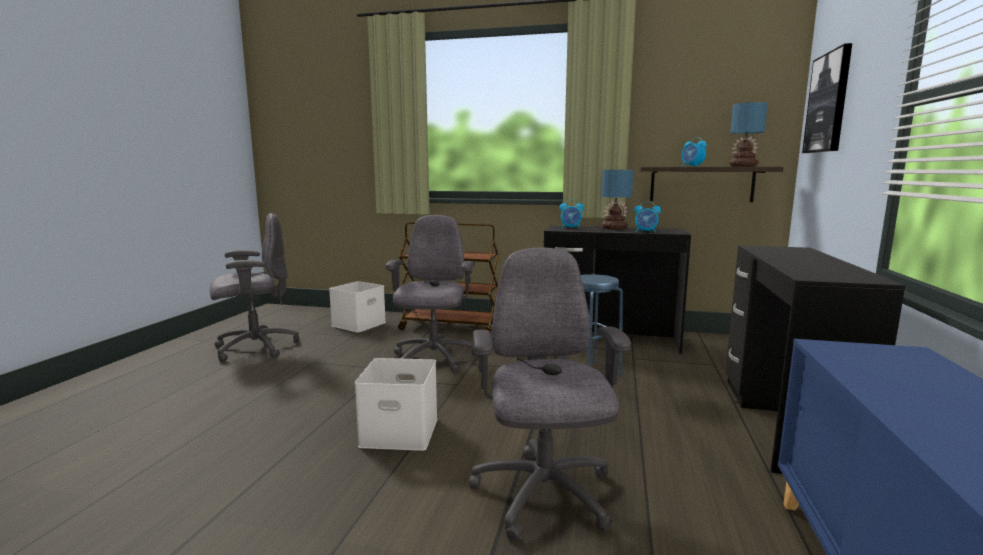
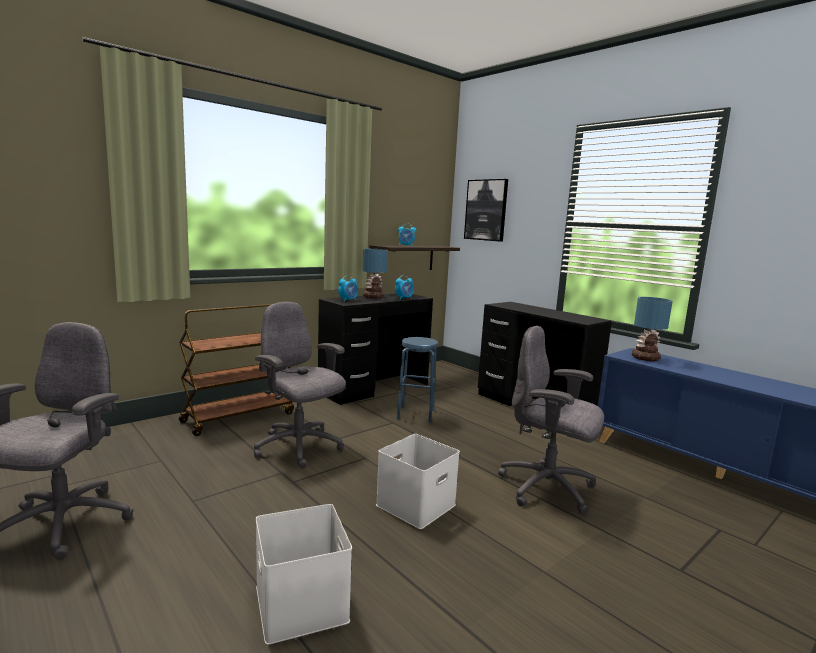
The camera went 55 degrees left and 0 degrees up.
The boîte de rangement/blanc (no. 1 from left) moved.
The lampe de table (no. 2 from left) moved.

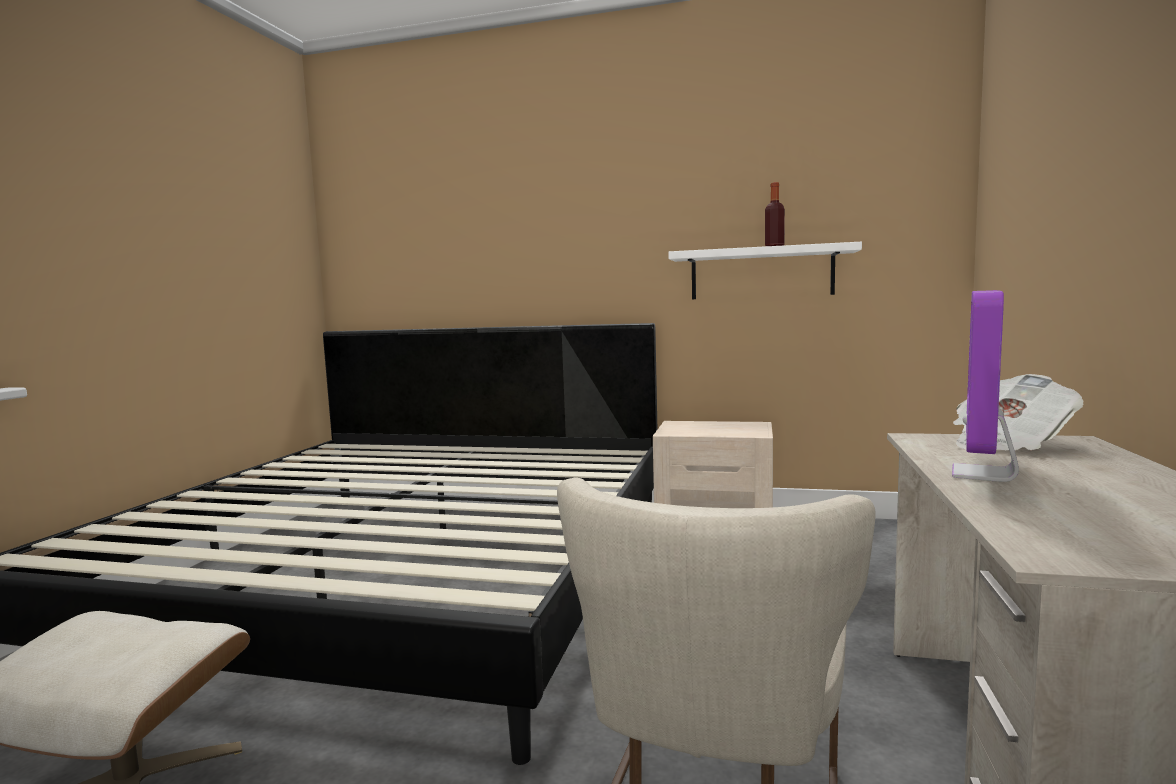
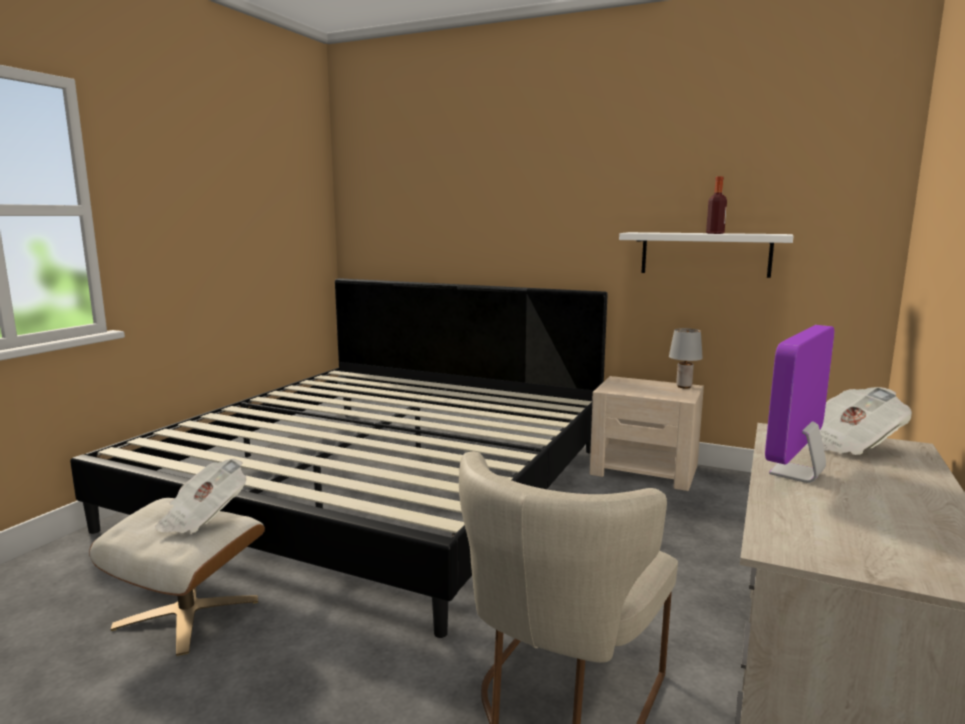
The camera went 10 degrees right and 5 degrees up.
The journal (no. 1 from left) appeared.
The lampe de table/gris appeared.

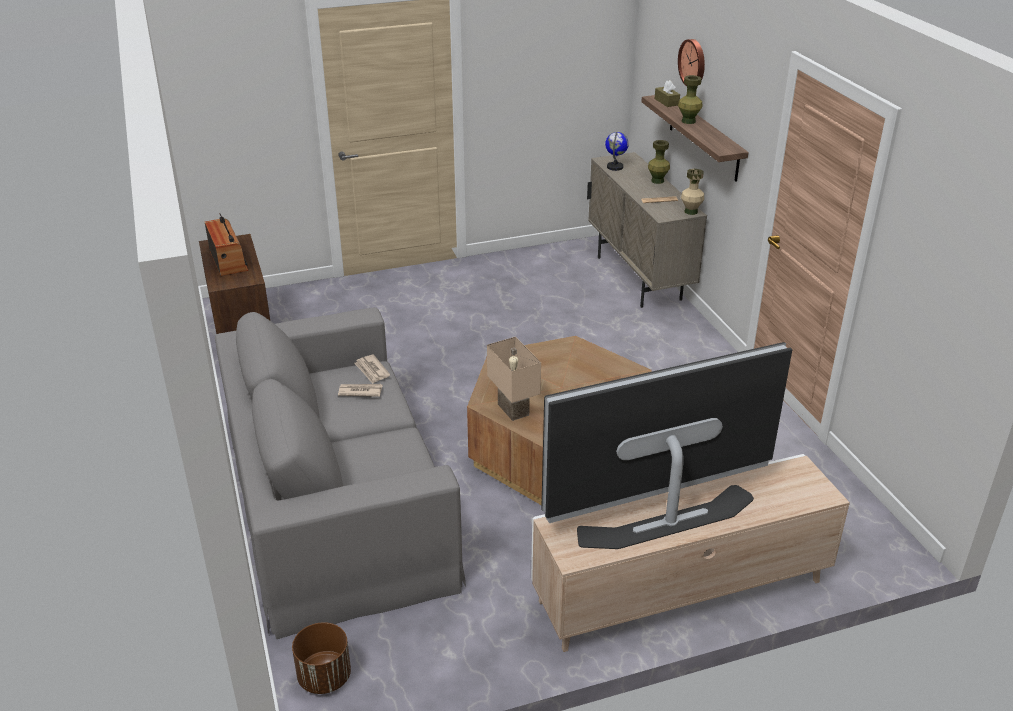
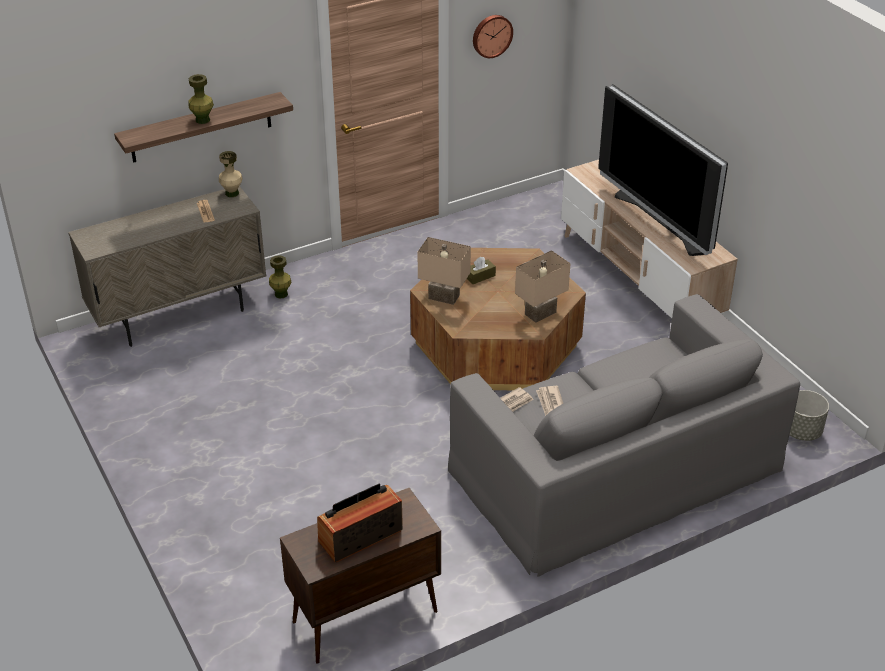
The camera went 100 degrees left and 5 degrees up.
The globe disappeared.
The lampe de table/beige (no. 1 from left) appeared.
The vase/vert (no. 1 from left in the first image) moved.
The boîte à mouchoirs/marron moved.
The horloge murale moved.
The cache-pot/marron became the cache-pot/gris.

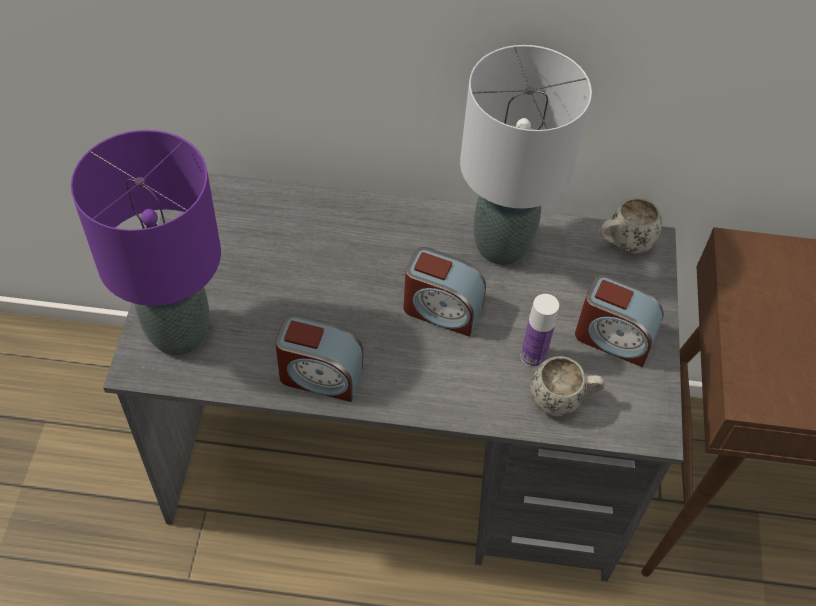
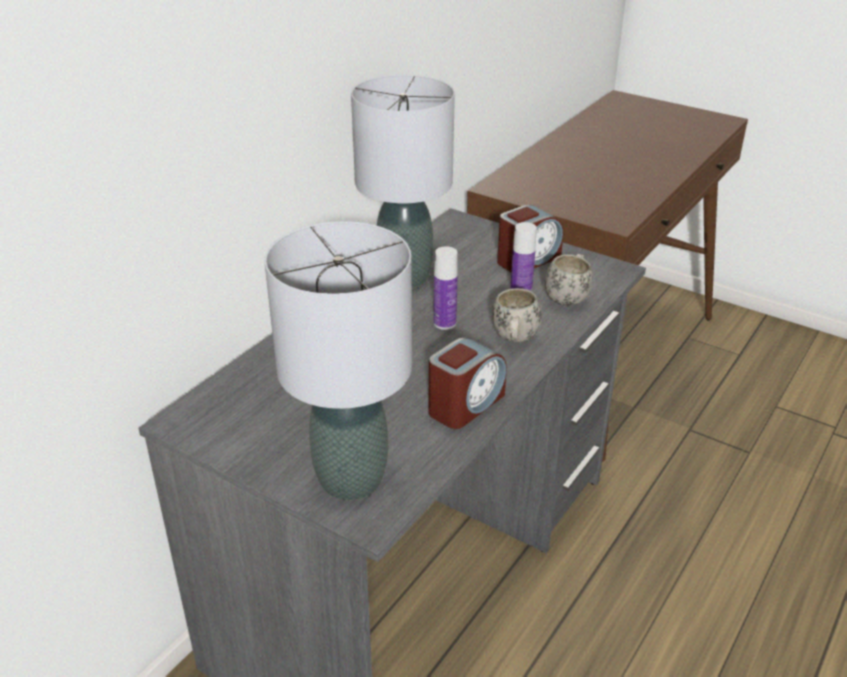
The camera went 60 degrees left and 20 degrees down.
The mug/blanc (no. 2 from left in the first image) moved.
The réveil (no. 2 from left) was replaced by the bouteille (no. 1 from left).
The lampe de table/violet became the lampe de table/gris (no. 1 from left).

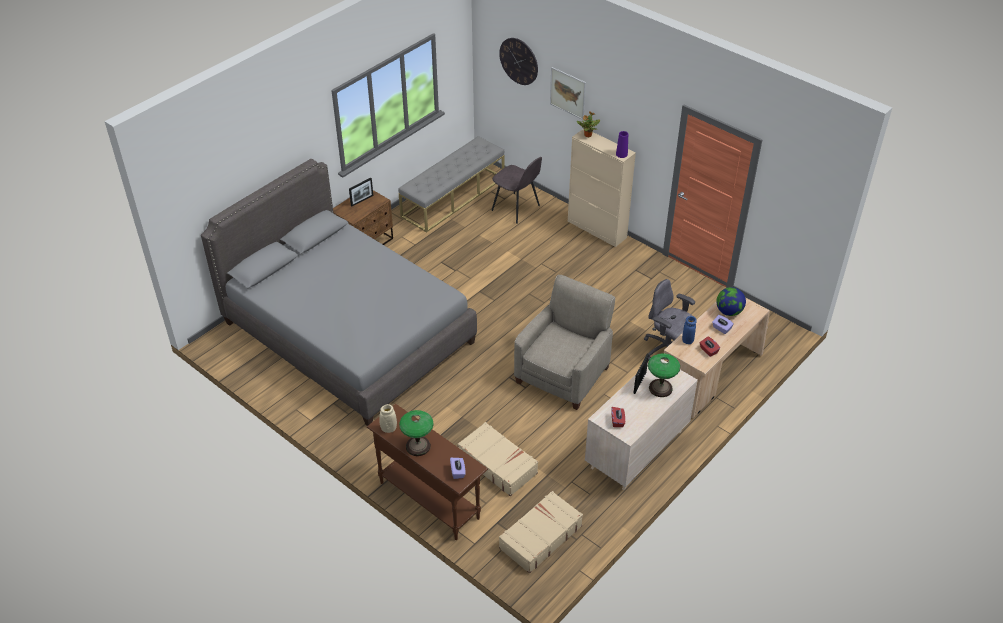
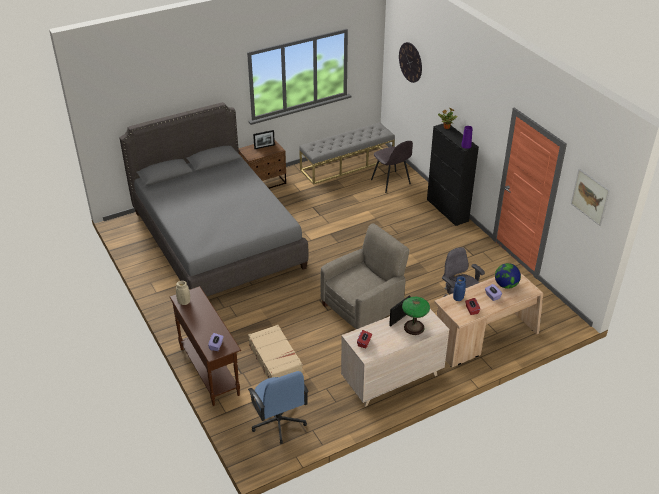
The camera went 20 degrees right and 5 degrees down.
The lampe de table (no. 1 from left) disappeared.
The tableau moved.
The valise/beige (no. 2 from left) was replaced by the chaise de bureau/bleu.
The meuble de rangement/beige became the meuble de rangement/noir.

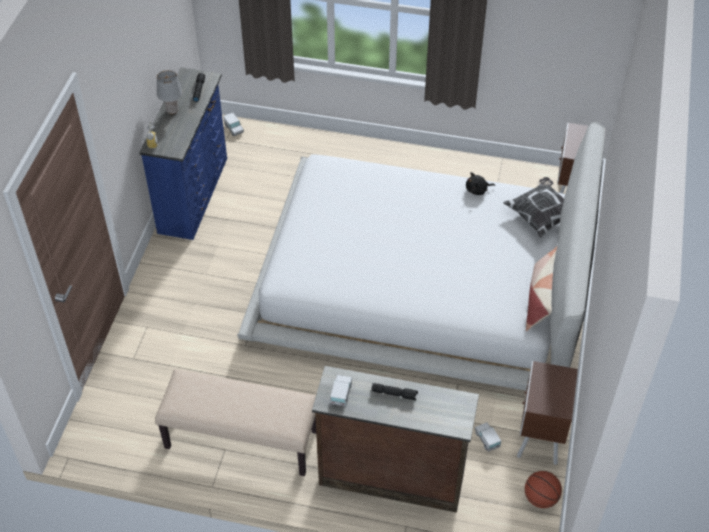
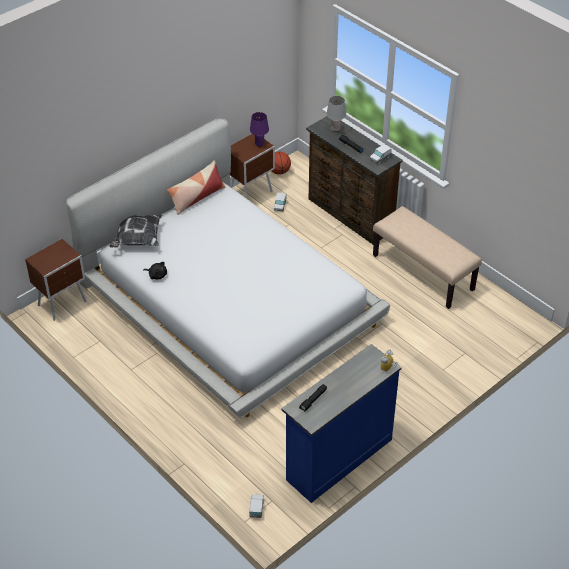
The camera went 145 degrees left and 5 degrees down.
The lampe de table/violet appeared.
The lampe de table/gris moved.

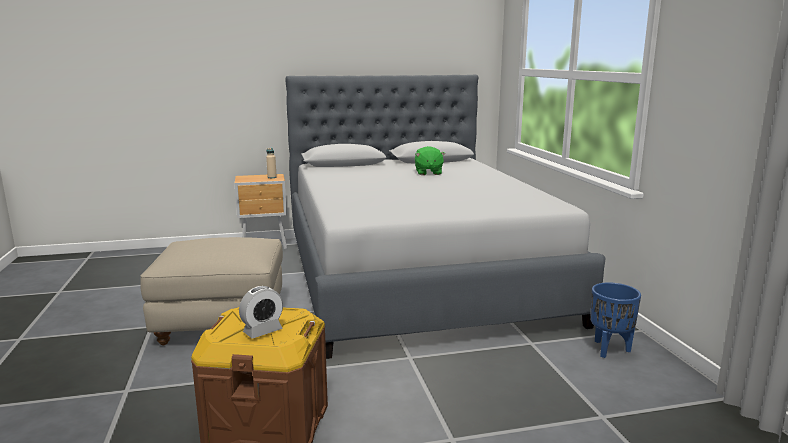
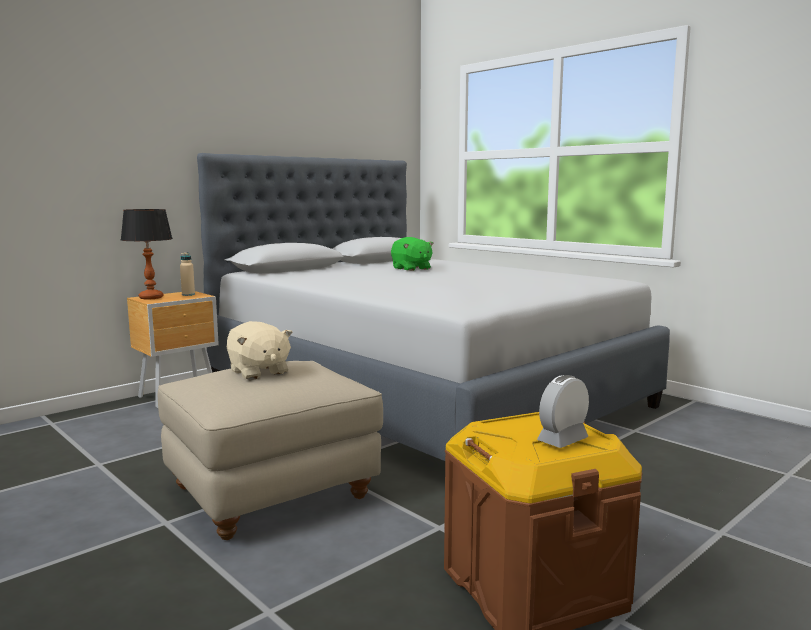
The camera went 30 degrees left and 5 degrees down.
The cache-pot/bleu disappeared.
The lampe de table appeared.
The peluche/beige appeared.
The réveil turned 150 degrees counterclockwise.

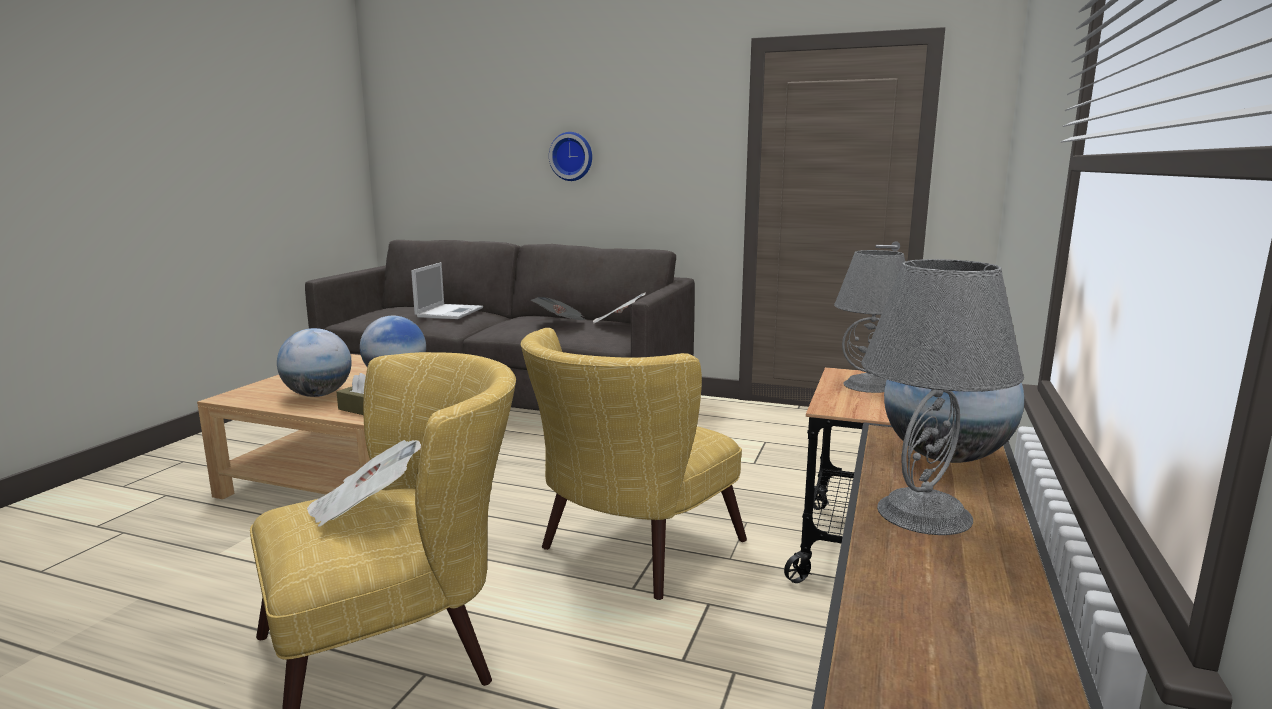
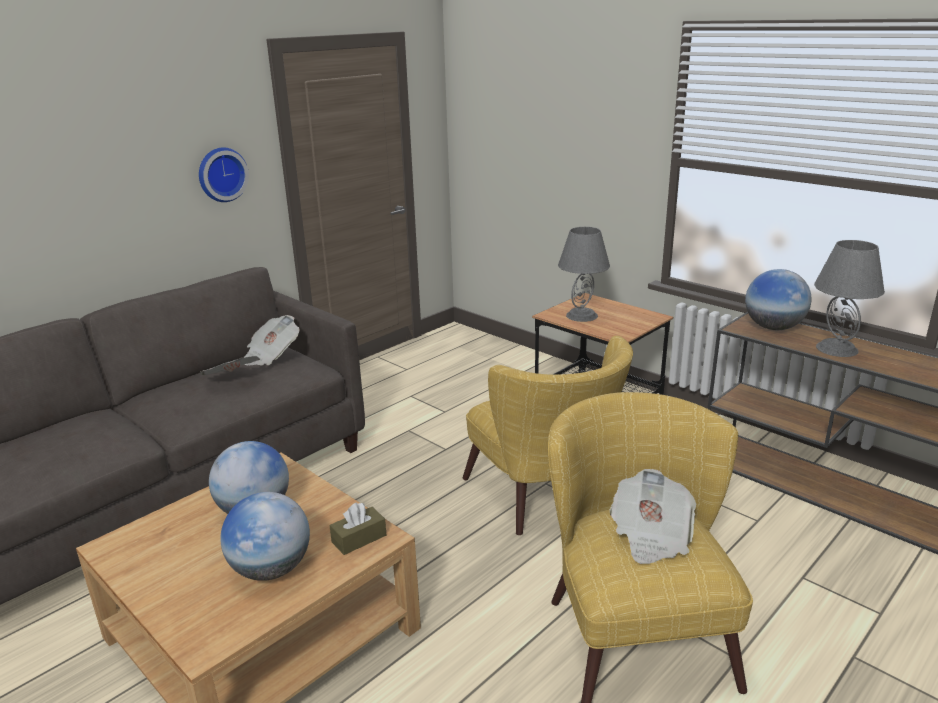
The camera went 65 degrees left and 10 degrees up.
The ordinateur portable disappeared.
The horloge murale moved.

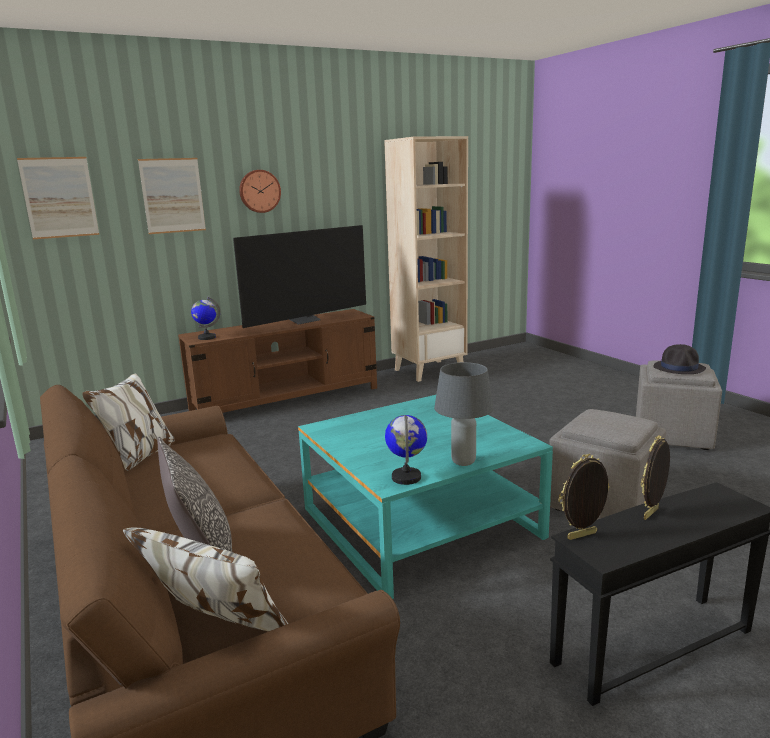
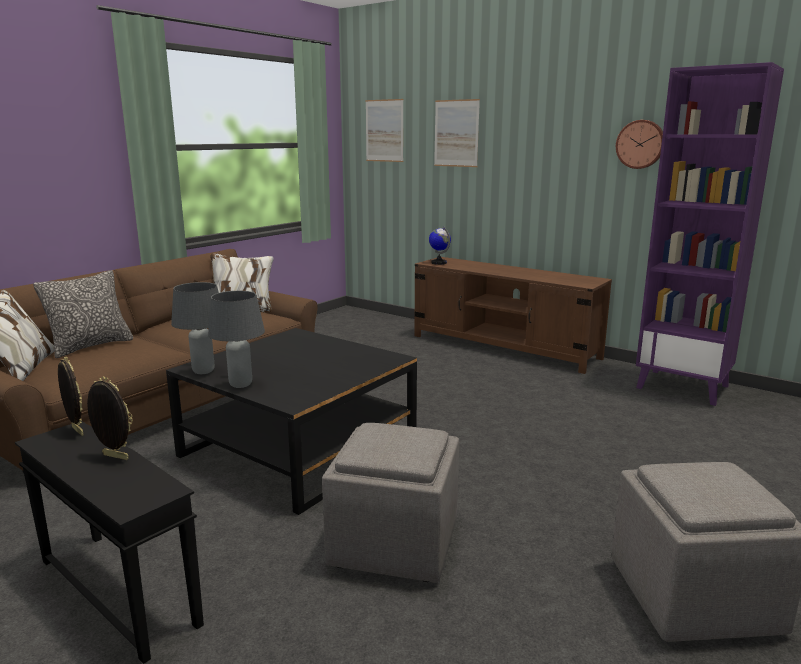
The camera went 65 degrees right and 0 degrees up.
The téléviseur disappeared.
The chapeau/noir disappeared.
The horloge murale moved.
The globe (no. 2 from left) was replaced by the lampe de table/gris (no. 1 from left).
The table basse/turquoise became the table basse/noir.
The bibliothèque/beige became the bibliothèque/violet.

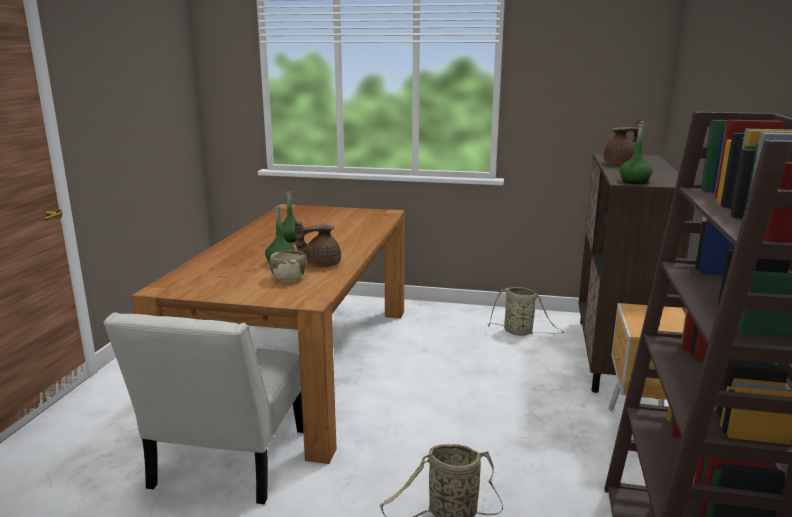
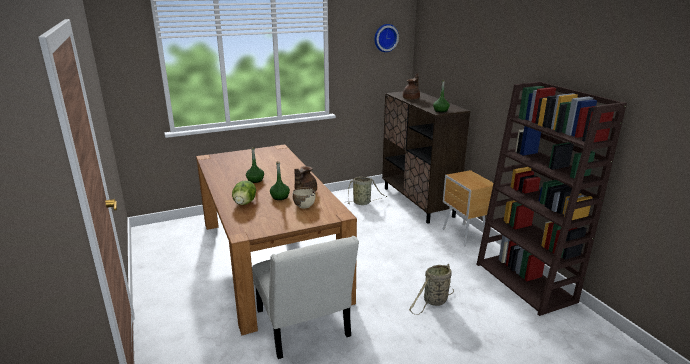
The camera went 35 degrees left and 5 degrees up.
The laitue appeared.
The horloge murale appeared.

